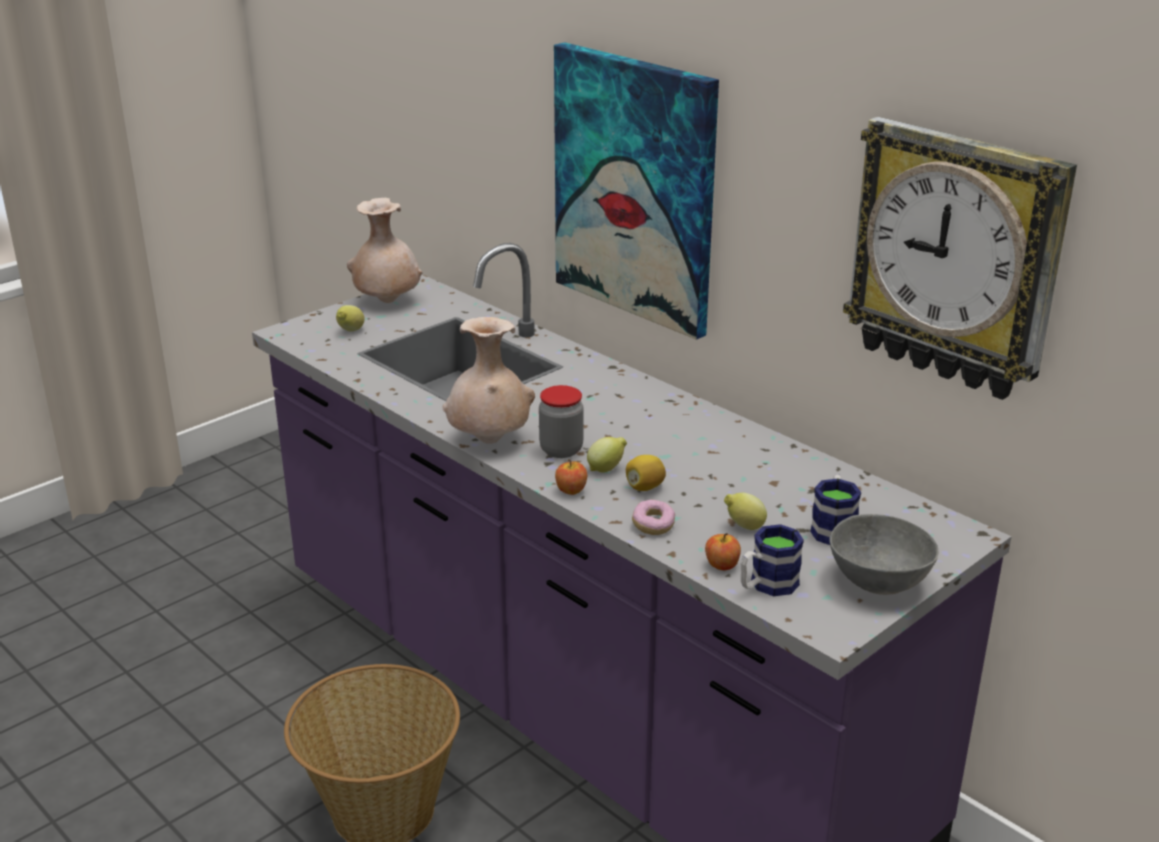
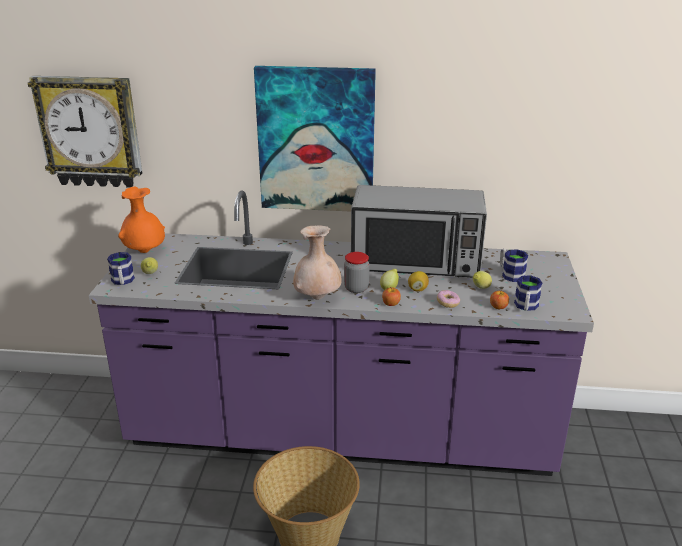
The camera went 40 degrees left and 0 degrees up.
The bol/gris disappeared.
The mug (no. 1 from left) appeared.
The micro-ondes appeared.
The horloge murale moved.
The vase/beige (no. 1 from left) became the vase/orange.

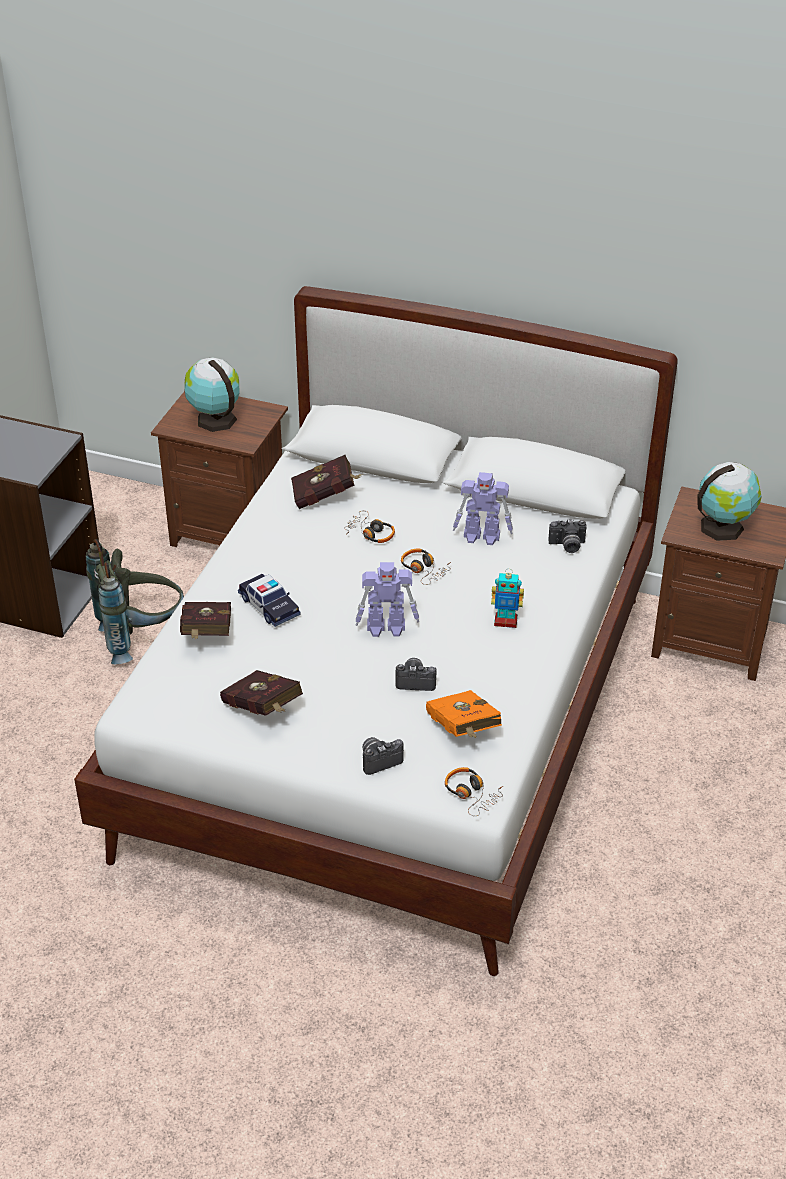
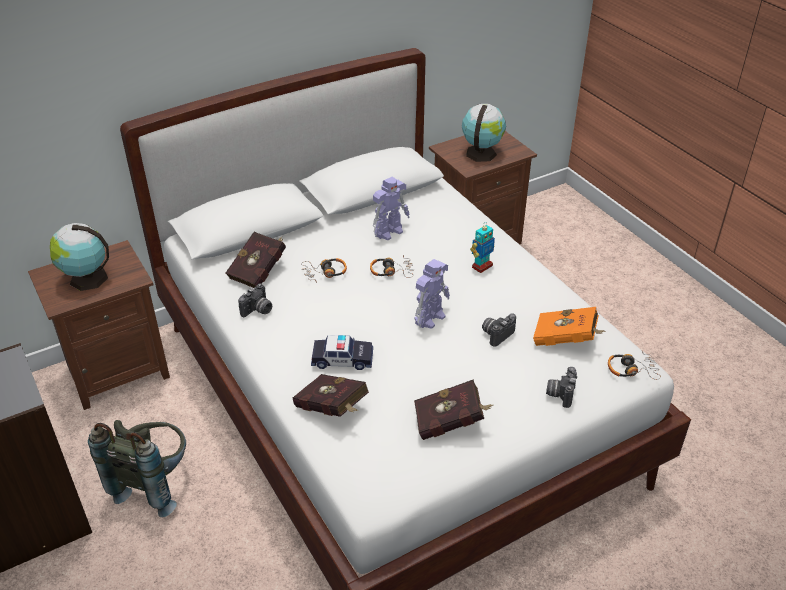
The camera went 50 degrees left and 0 degrees up.
The appareil photo (no. 3 from left in the first image) moved.

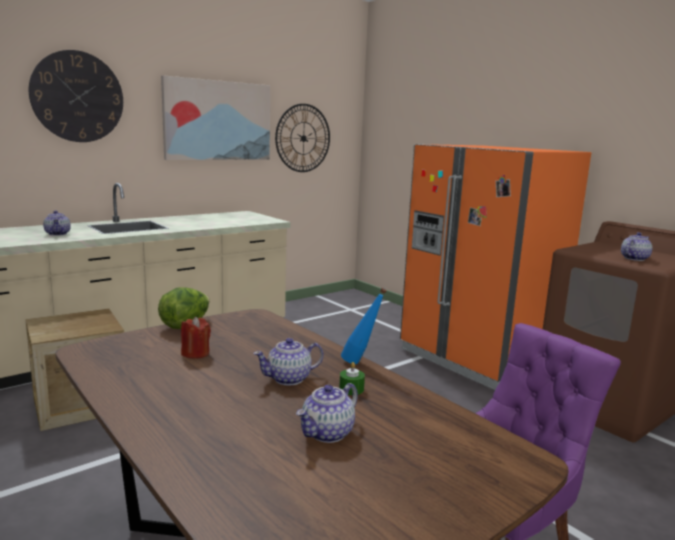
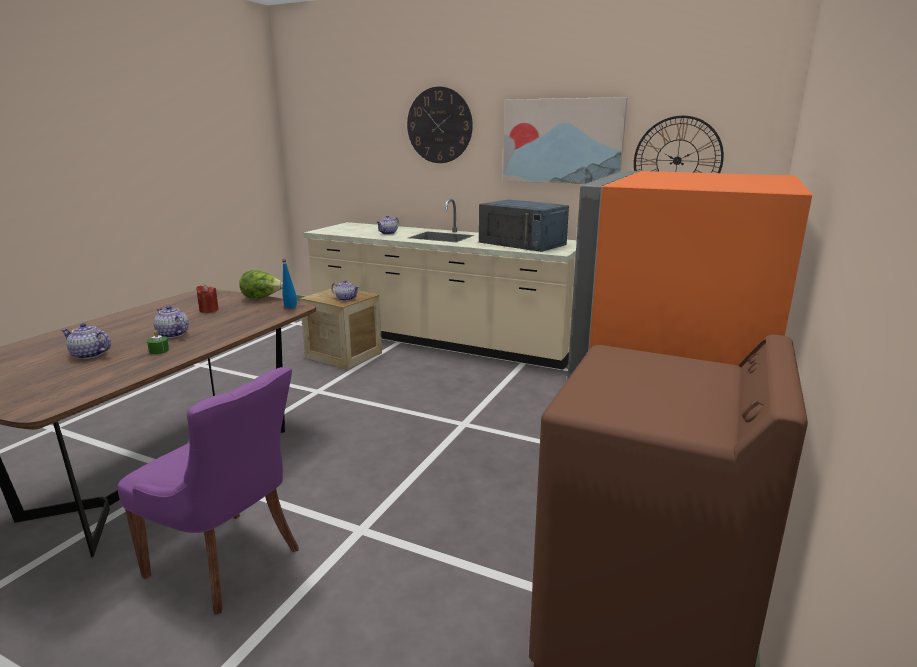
The camera went 65 degrees right and 5 degrees up.
The micro-ondes/bleu appeared.
The bouteille/bleu moved.
The théière (no. 4 from left in the first image) moved.

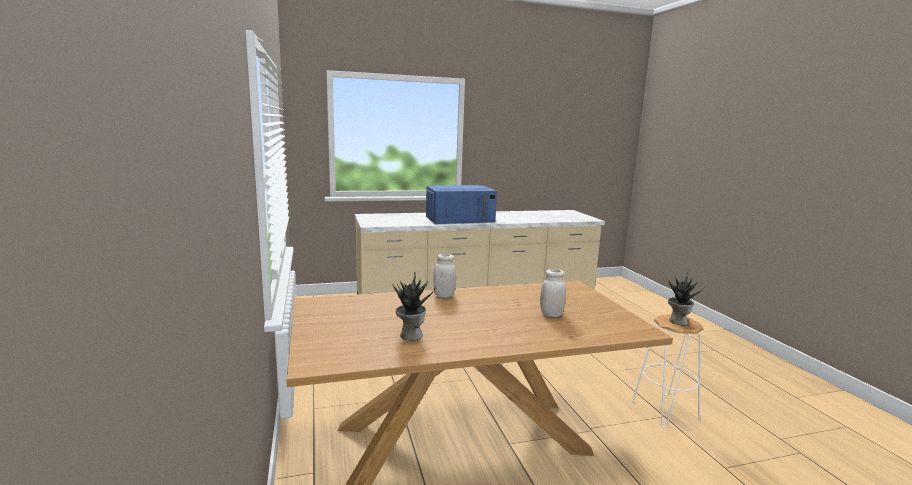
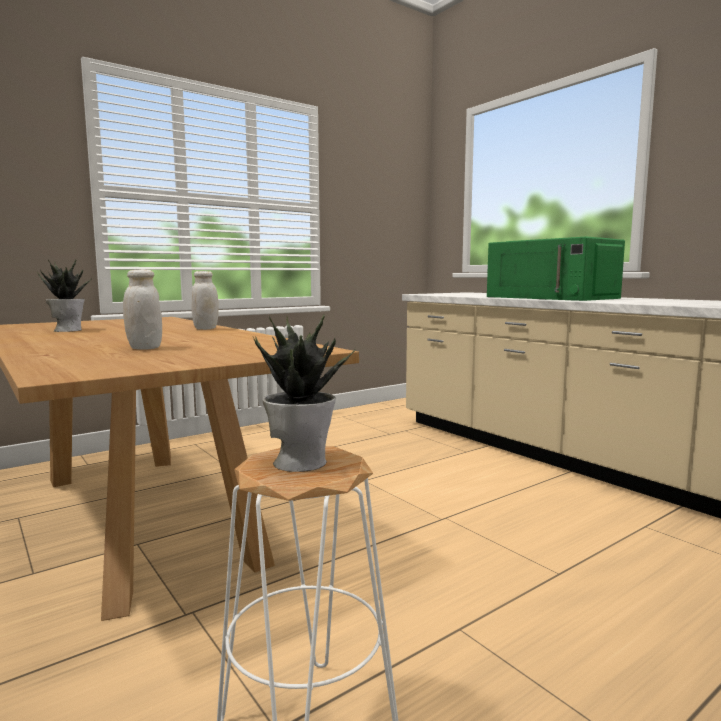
The camera went 70 degrees right and 5 degrees down.
The micro-ondes/bleu became the micro-ondes/vert.

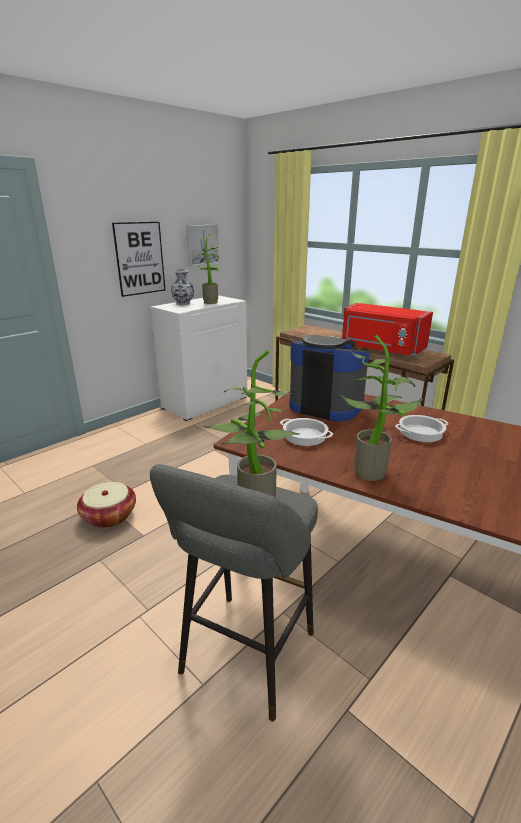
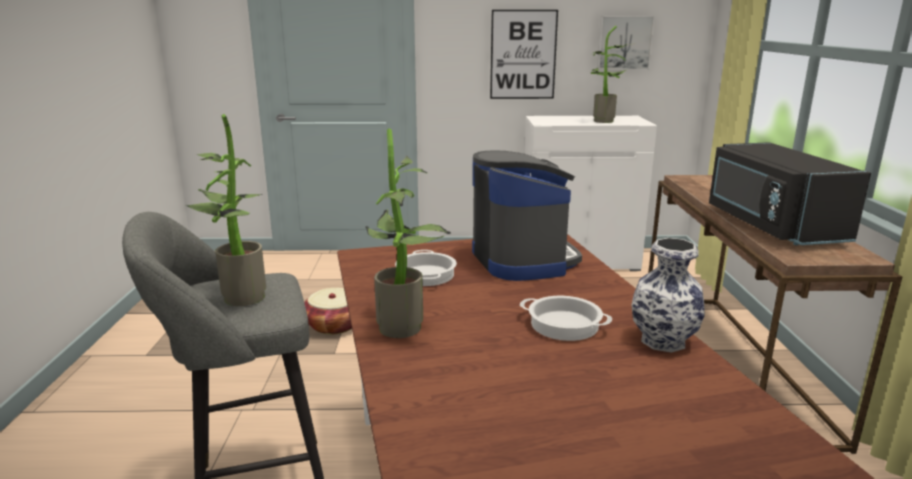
The camera went 45 degrees right and 5 degrees down.
The vase moved.
The micro-ondes/rouge became the micro-ondes/noir.

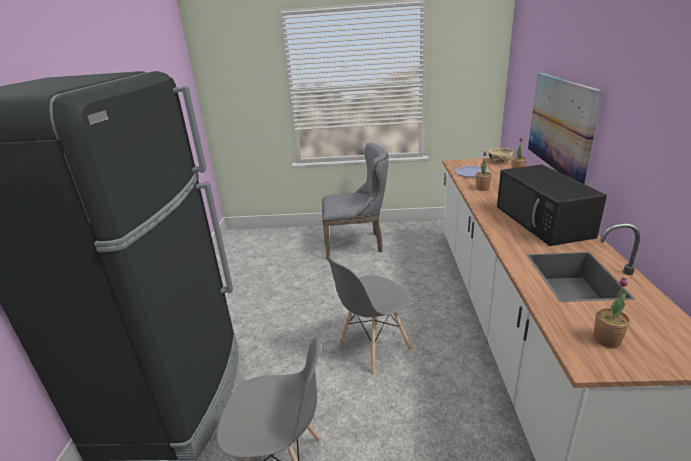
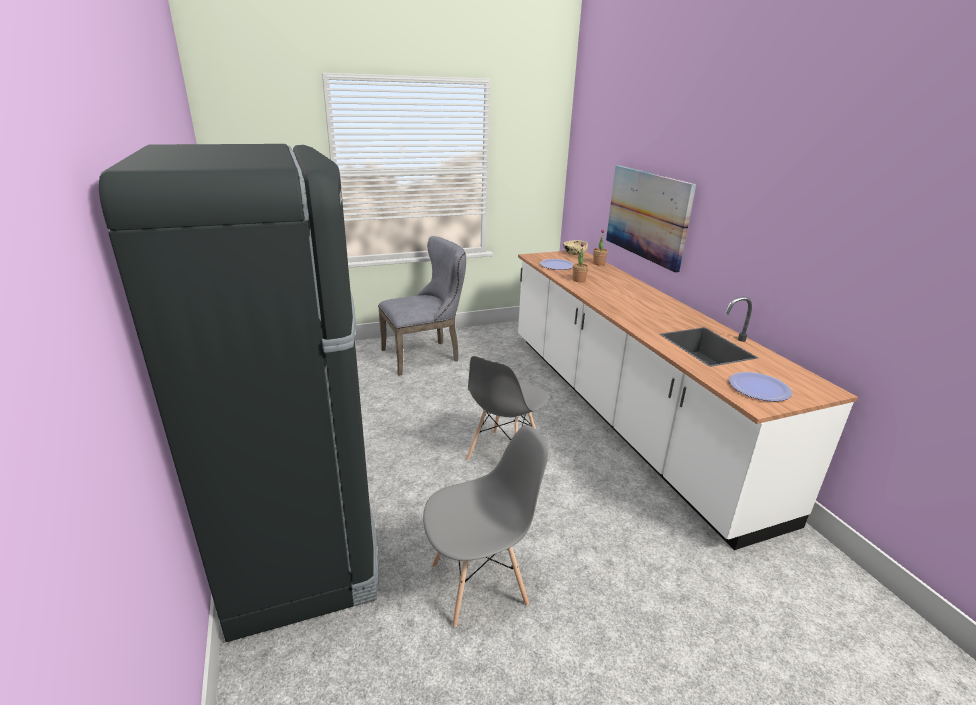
The camera went 25 degrees left and 0 degrees up.
The micro-ondes/noir disappeared.
The plante en pot (no. 3 from left) was replaced by the assiette (no. 2 from left).

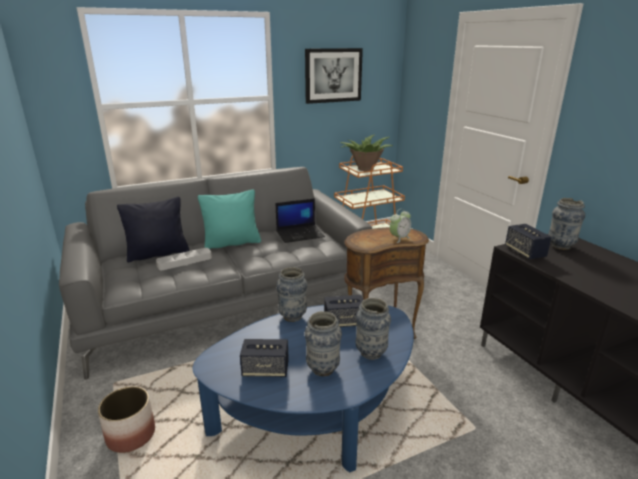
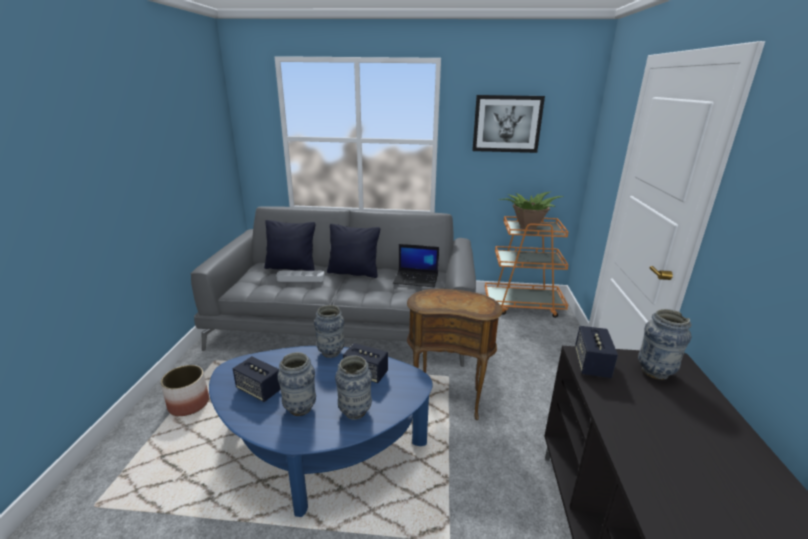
The camera went 30 degrees right and 0 degrees up.
The réveil disappeared.
The coussin/turquoise became the coussin/noir (no. 2 from left).

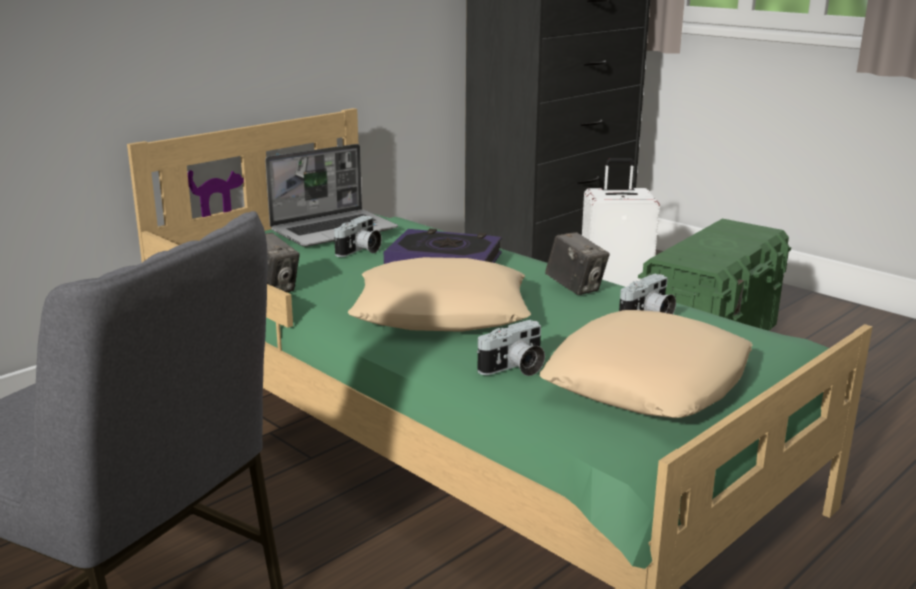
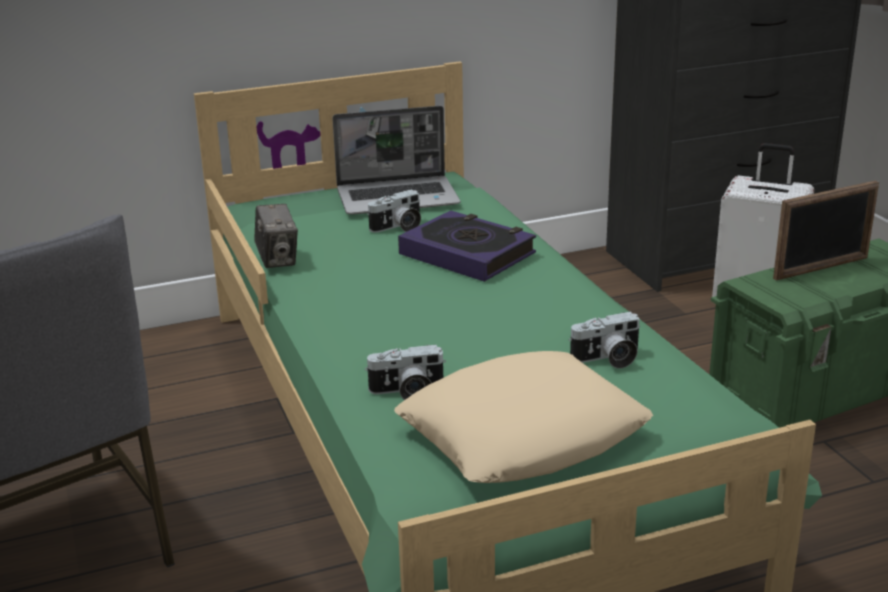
The camera went 25 degrees right and 5 degrees up.
The coussin/beige (no. 1 from left) disappeared.
The appareil photo (no. 4 from left) disappeared.
The cadre photo appeared.

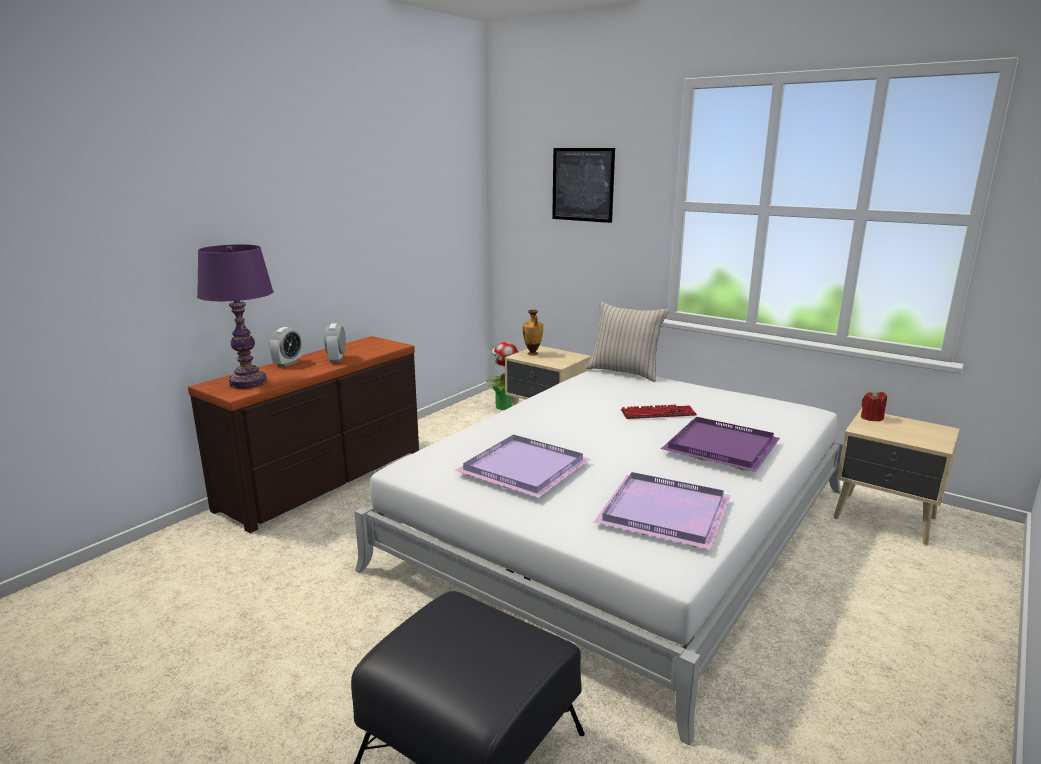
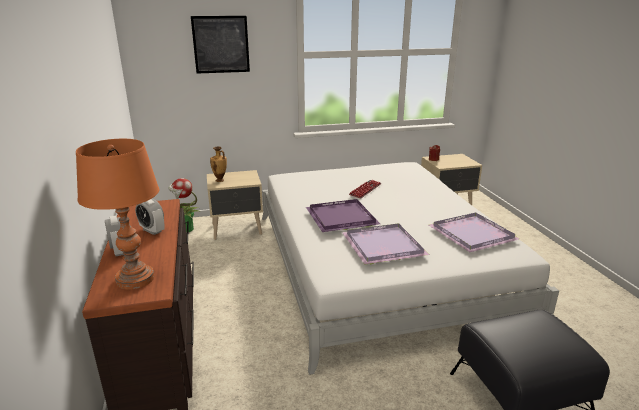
The camera went 50 degrees left and 5 degrees up.
The coussin/beige disappeared.
The plateau/violet (no. 3 from left in the first image) moved.
The lampe de table/violet became the lampe de table/orange.

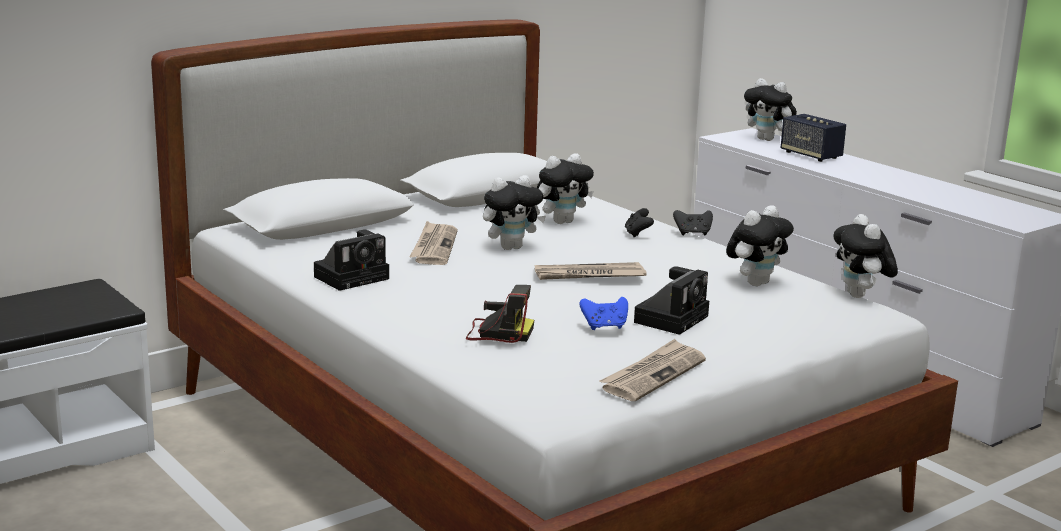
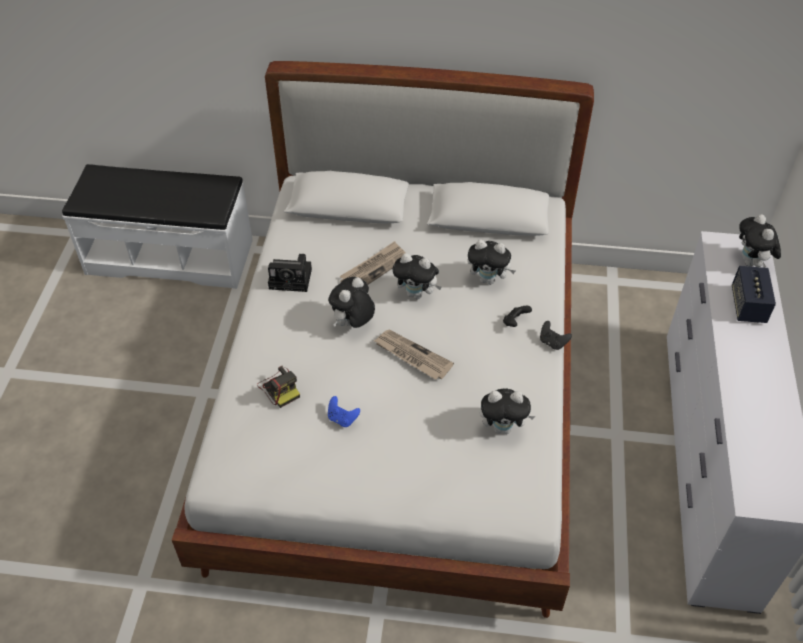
The camera went 45 degrees right and 30 degrees up.
The journal (no. 3 from left) disappeared.
The appareil photo (no. 3 from left) disappeared.
The peluche (no. 5 from left in the first image) moved.

